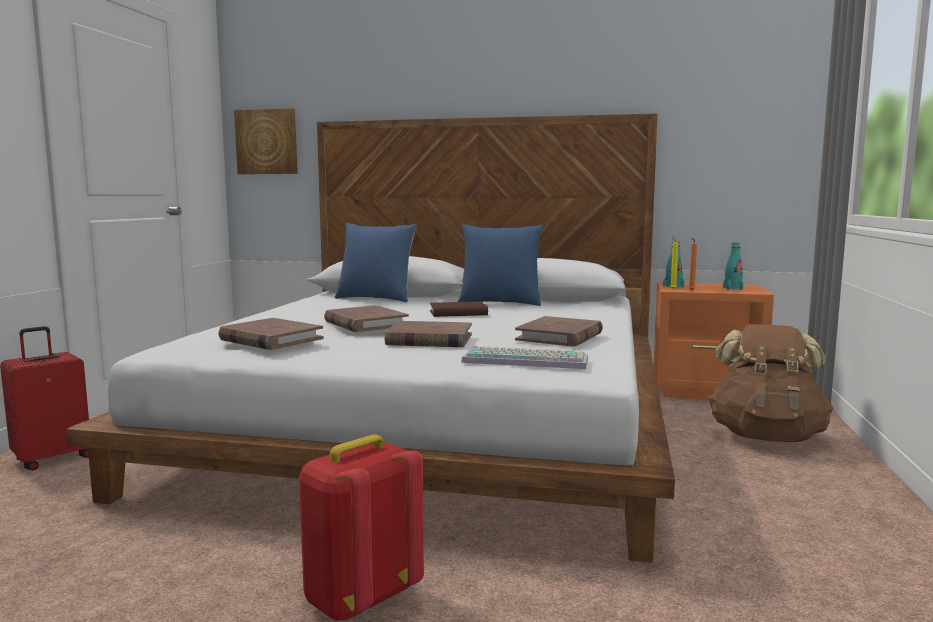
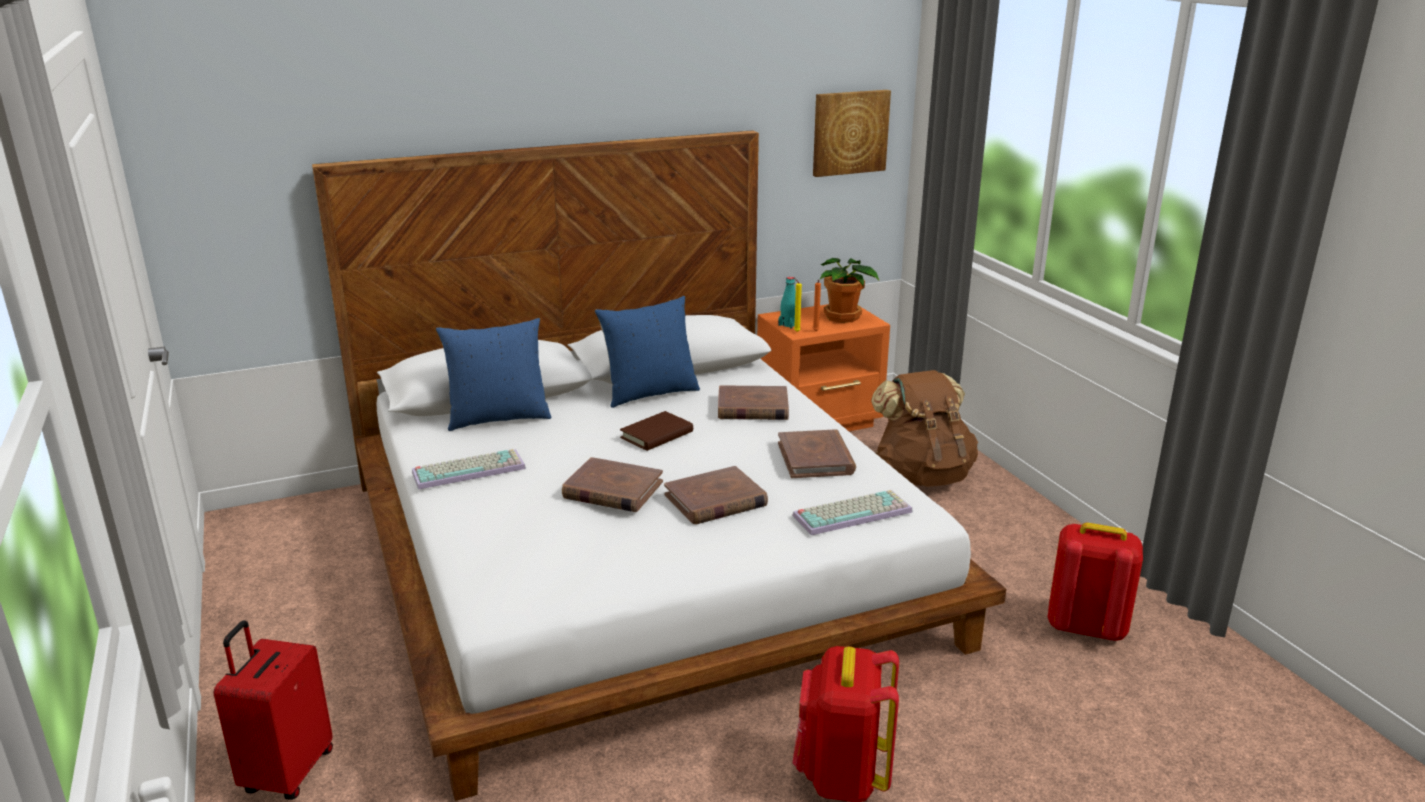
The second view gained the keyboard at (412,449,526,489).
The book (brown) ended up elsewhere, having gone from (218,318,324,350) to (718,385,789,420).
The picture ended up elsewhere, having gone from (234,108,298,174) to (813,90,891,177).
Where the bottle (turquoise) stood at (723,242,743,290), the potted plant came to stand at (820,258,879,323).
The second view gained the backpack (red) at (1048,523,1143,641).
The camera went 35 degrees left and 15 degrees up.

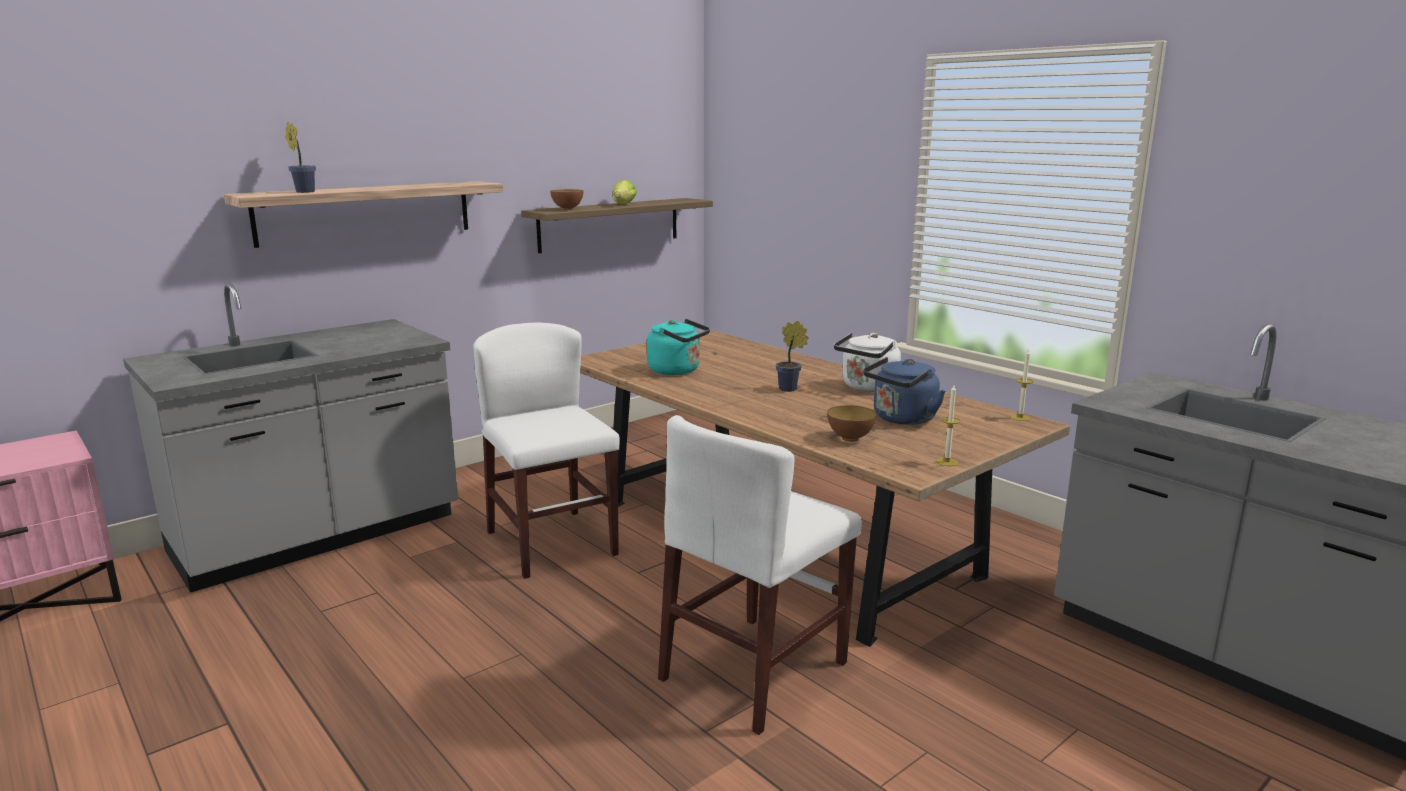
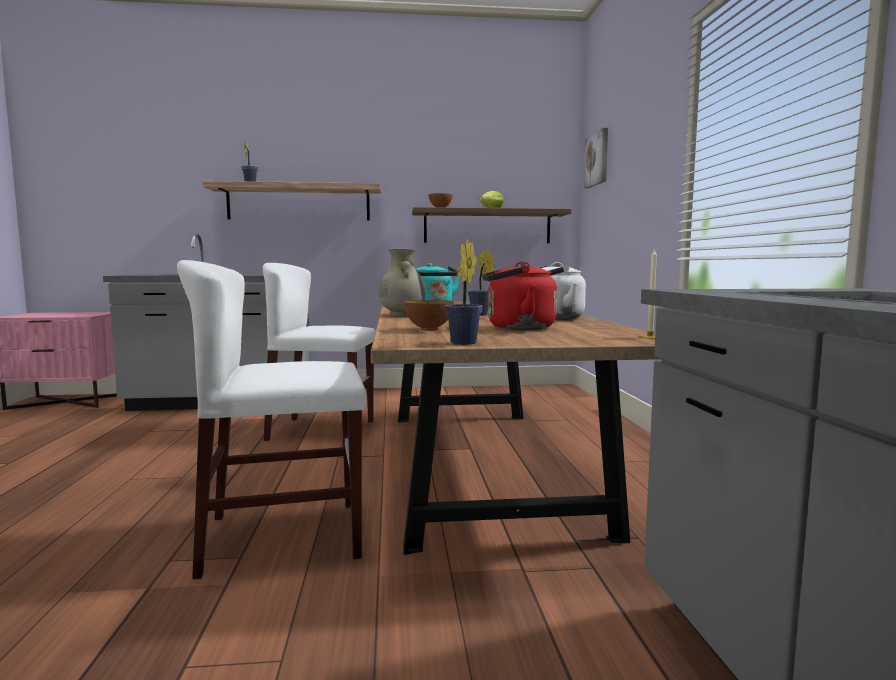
The chair (white) at (474,322,620,579) ended up facing another way, 90 degrees counterclockwise from before.
The second view gained the vase (beige) at (379,249,426,317).
Where the candle stood at (936,385,961,466), the potted plant came to stand at (445,239,483,345).
What was the kettle (blue) at (863,357,946,425) turned into the kettle (red) at (482,261,557,330).
The second view gained the picture at (584,128,608,188).
The camera went 35 degrees right and 10 degrees down.

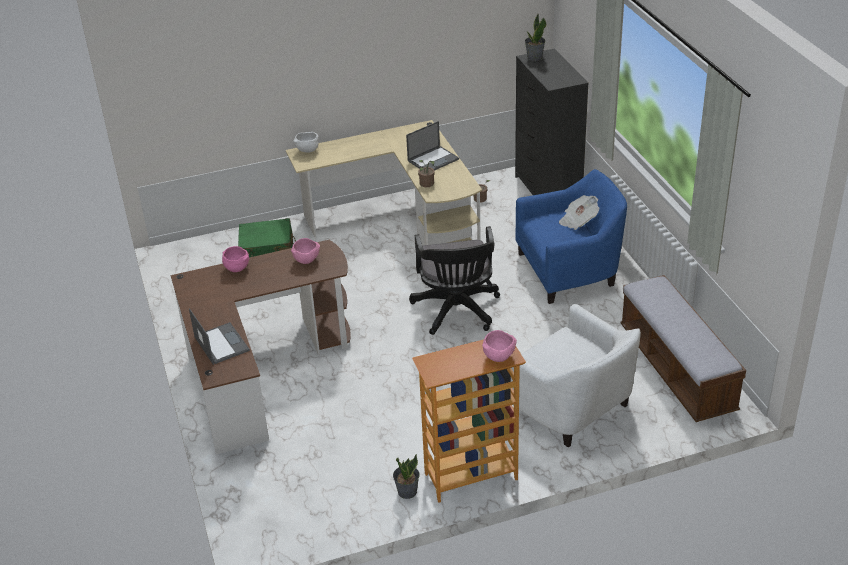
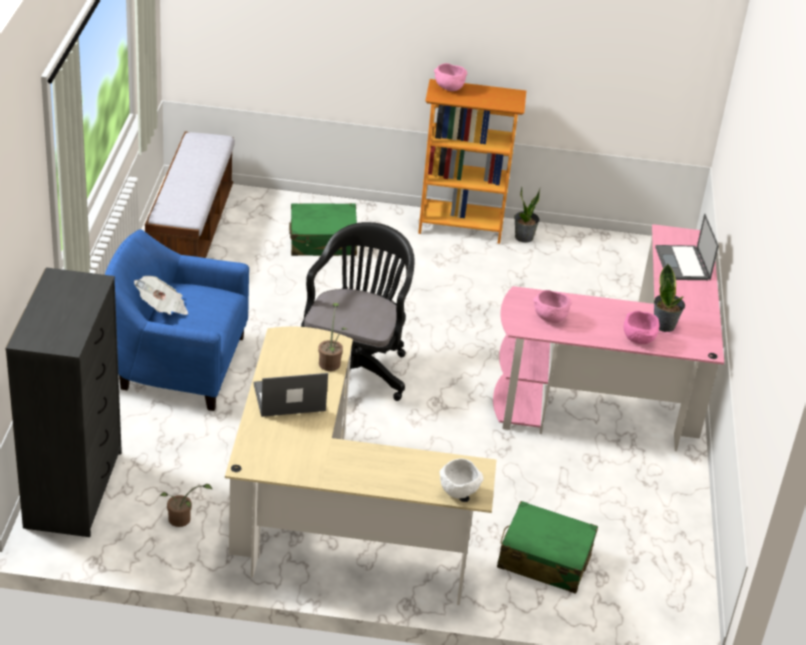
Where the armchair (white) stood at (511,304,641,447), the suitcase (green) came to stand at (289,203,357,256).
What was the desk (brown) at (171,240,351,455) turned into the desk (pink) at (493,224,724,451).
The potted plant ended up elsewhere, having gone from (525,14,546,61) to (654,264,685,332).
The camera went 160 degrees left and 0 degrees up.

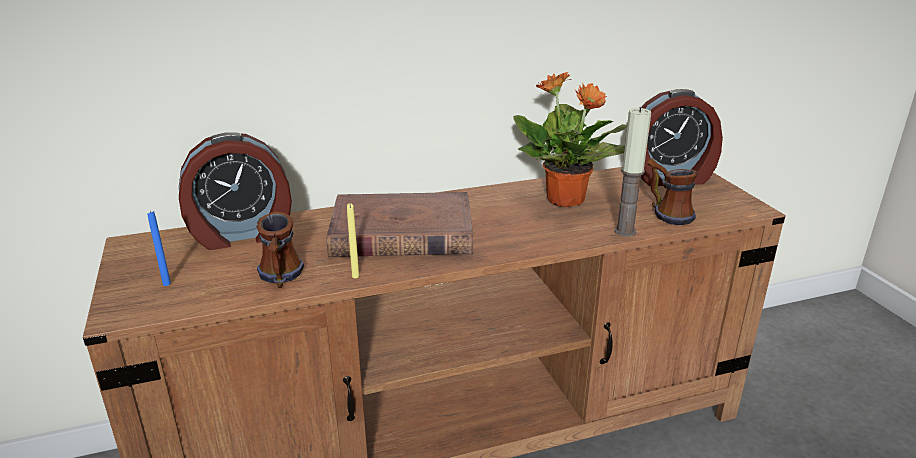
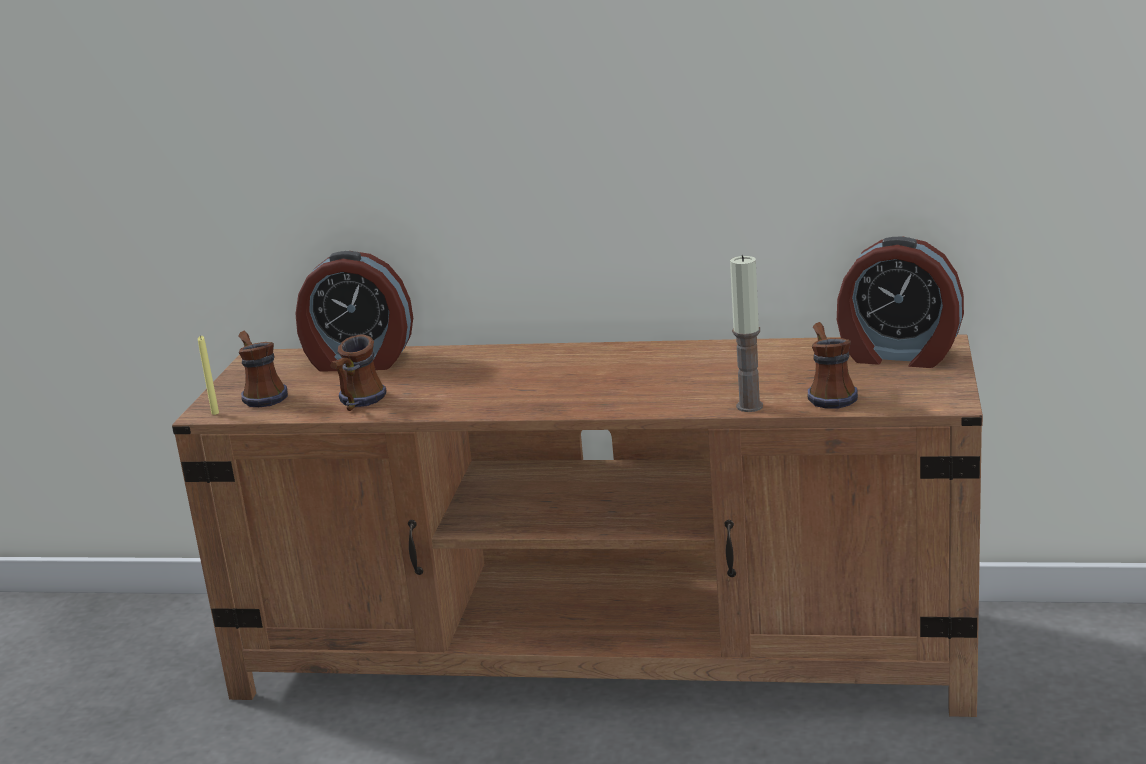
The candle (yellow) ended up elsewhere, having gone from (347,203,359,278) to (198,335,219,415).
Where the candle (blue) stood at (147,211,171,286), the mug came to stand at (238,331,288,407).
The second view lost the book (brown) at (327,192,473,257).
The second view lost the potted plant at (513,72,627,208).
The camera went 30 degrees right and 5 degrees down.

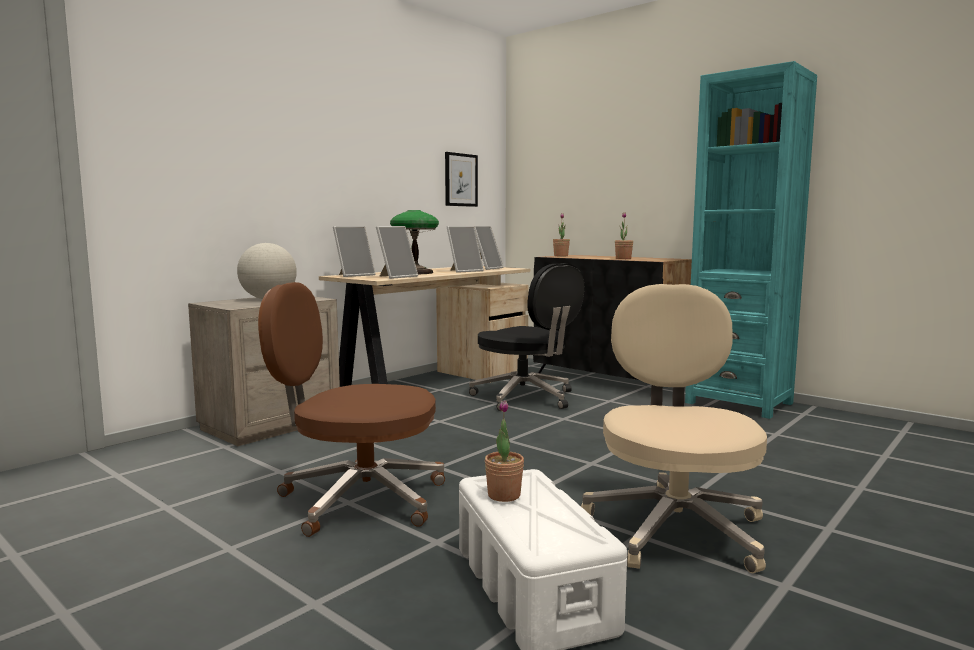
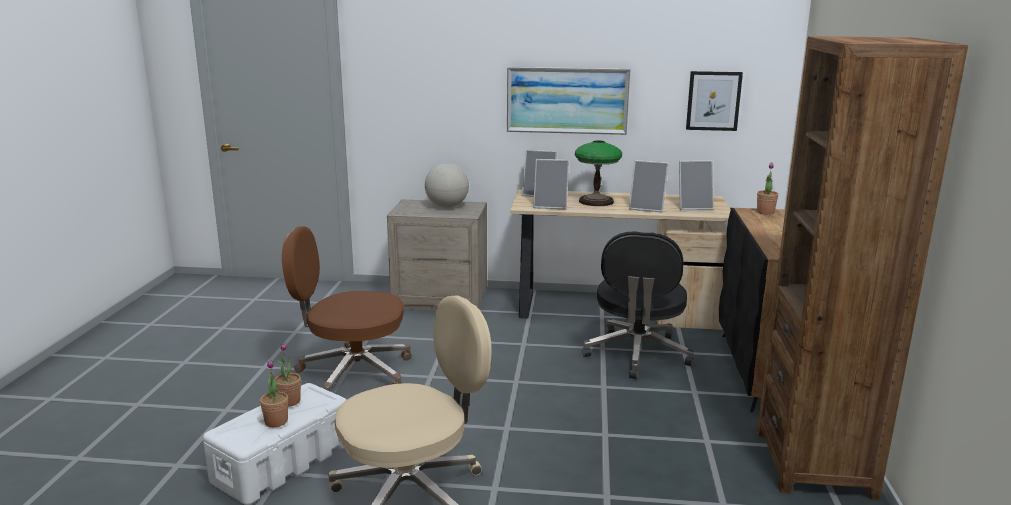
The potted plant ended up elsewhere, having gone from (615,212,633,259) to (260,360,288,427).
The office chair (brown) at (258,282,445,537) ended up facing another way, 60 degrees counterclockwise from before.
The second view gained the picture at (507,67,630,135).
What was the bookcase (turquoise) at (685,61,817,419) turned into the bookcase (brown) at (757,36,968,500).
The camera went 55 degrees right and 10 degrees up.

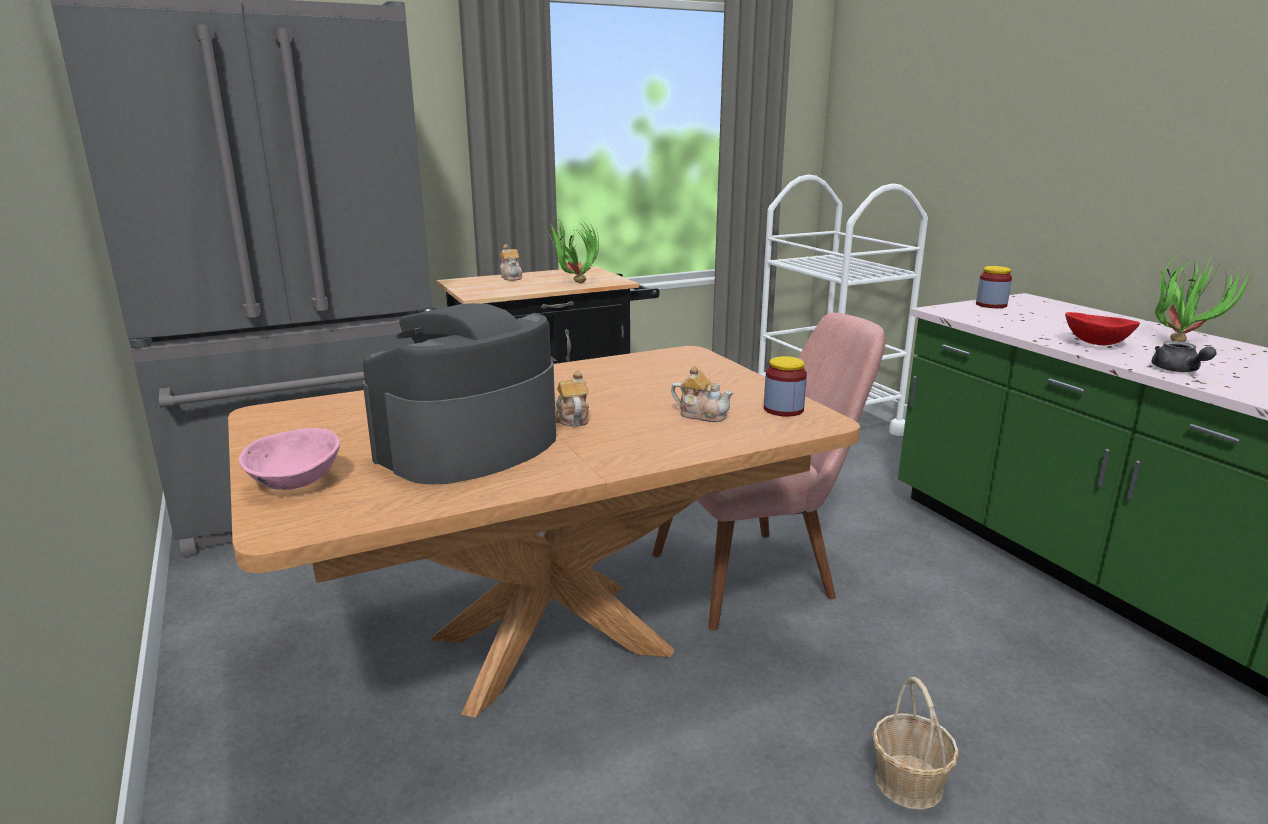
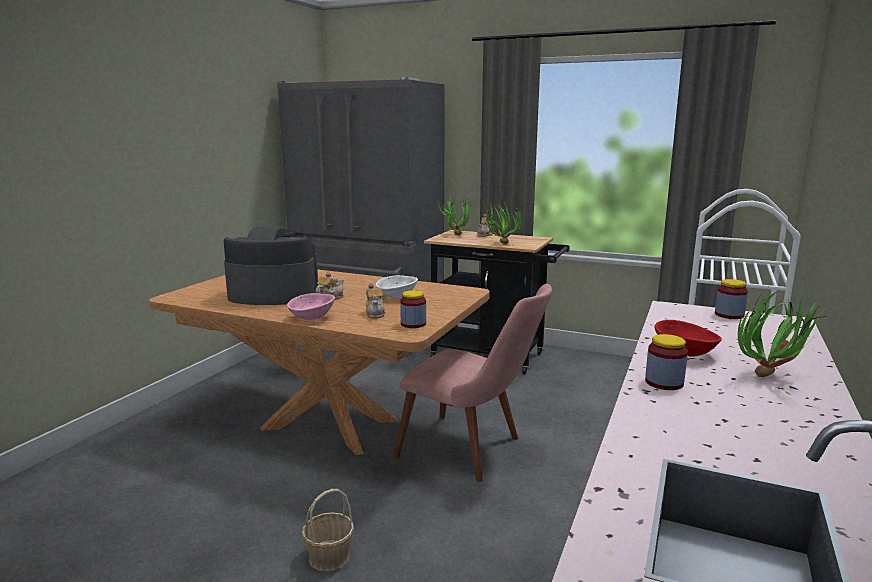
The bowl (pink) ended up elsewhere, having gone from (238,428,340,490) to (287,293,335,320).
The second view gained the bowl (white) at (376,275,418,298).
The second view gained the potted plant at (438,197,471,235).
Where the teapot (grey) stood at (1152,341,1217,372), the jar came to stand at (645,334,688,390).
The camera went 50 degrees right and 5 degrees down.

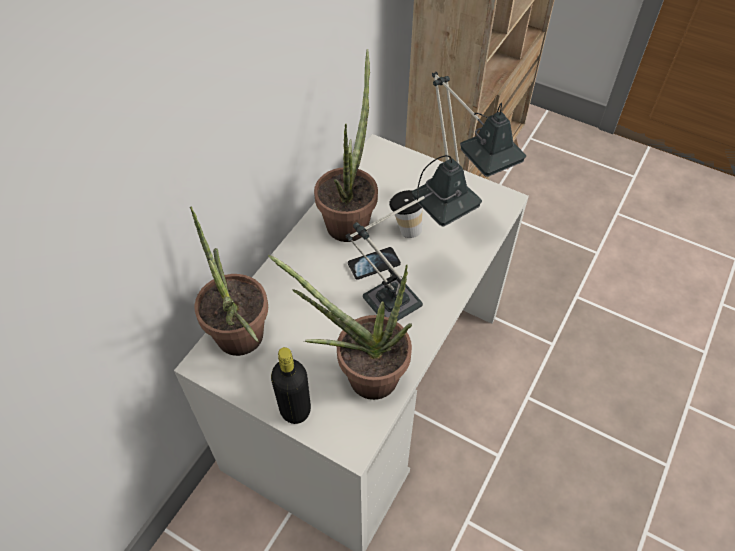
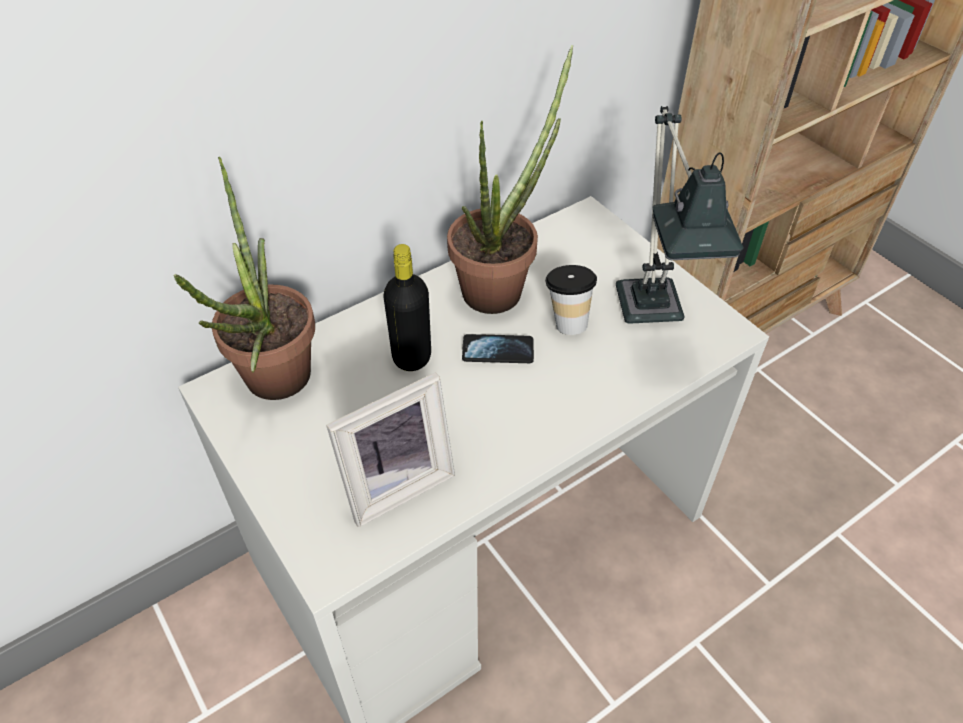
Where the potted plant stood at (268,254,412,400), the picture frame came to stand at (326,372,455,527).
The bottle (black) ended up elsewhere, having gone from (271,347,311,424) to (383,244,431,371).
The second view lost the table lamp at (346,155,482,321).
The camera went 25 degrees right and 5 degrees down.

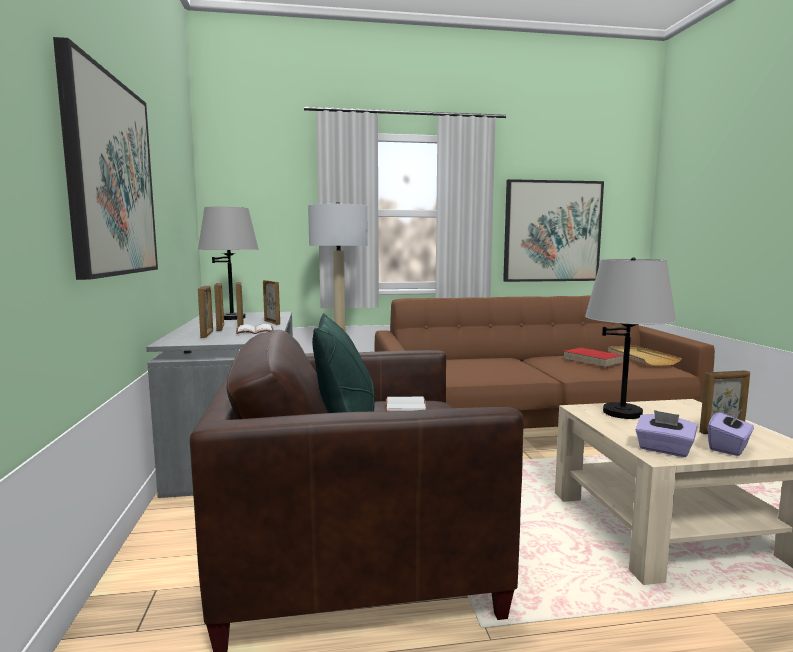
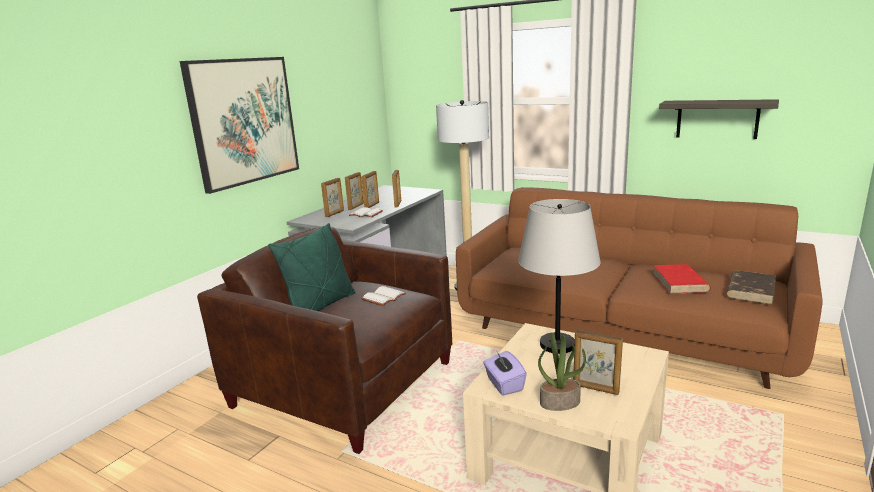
Where the tissue box (purple) stood at (708,409,754,456), the potted plant came to stand at (538,332,586,411).
Where the picture hung at (503,179,604,282), the shelf came to hang at (659,99,779,139).
Where the tray (beige) stood at (608,346,682,366), the book (brown) came to stand at (726,270,776,305).
The second view lost the table lamp (grey) at (198,206,259,320).
The camera went 40 degrees right and 10 degrees up.

